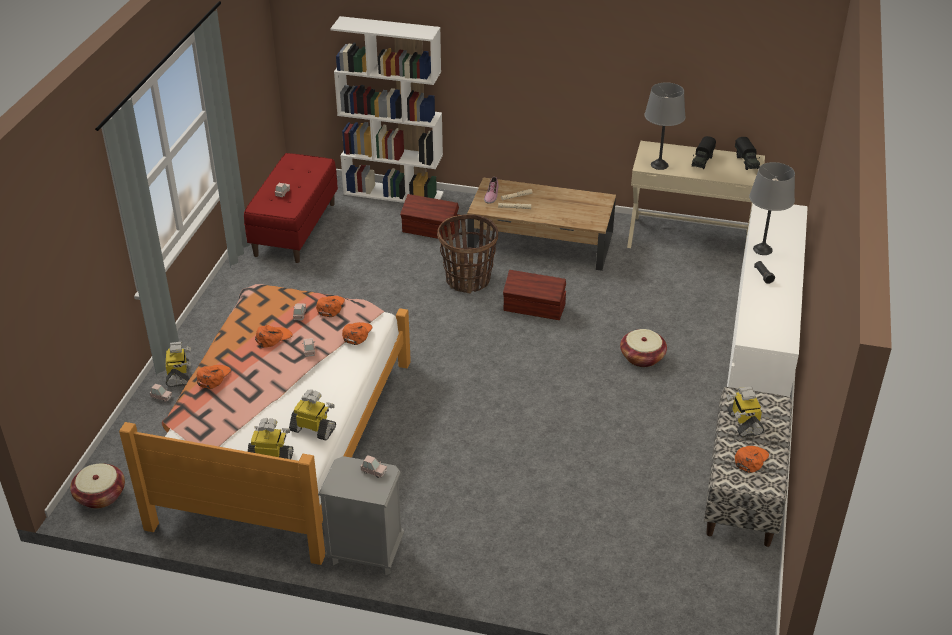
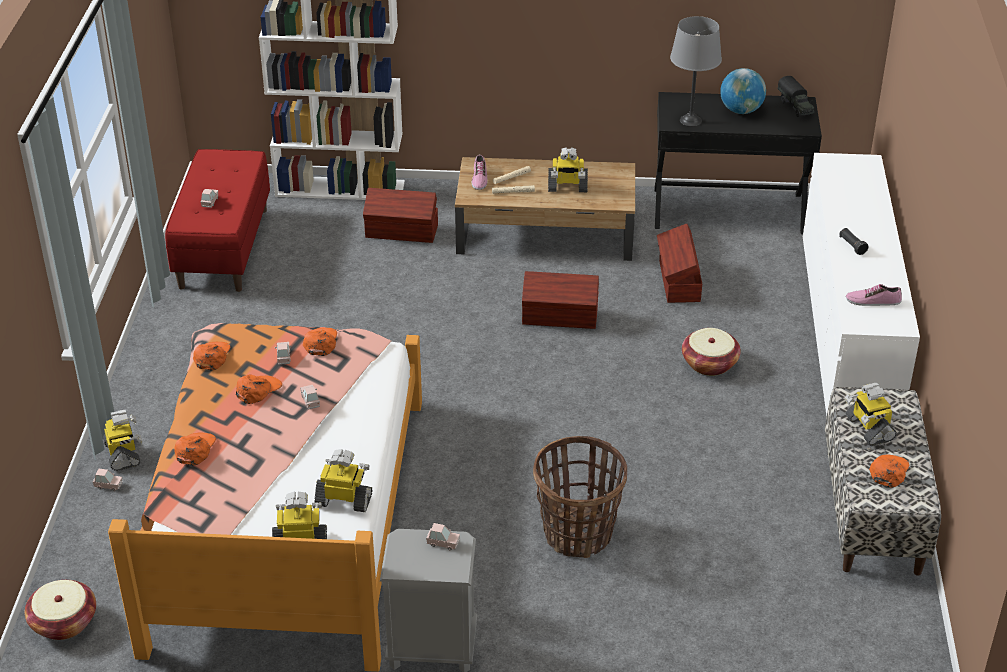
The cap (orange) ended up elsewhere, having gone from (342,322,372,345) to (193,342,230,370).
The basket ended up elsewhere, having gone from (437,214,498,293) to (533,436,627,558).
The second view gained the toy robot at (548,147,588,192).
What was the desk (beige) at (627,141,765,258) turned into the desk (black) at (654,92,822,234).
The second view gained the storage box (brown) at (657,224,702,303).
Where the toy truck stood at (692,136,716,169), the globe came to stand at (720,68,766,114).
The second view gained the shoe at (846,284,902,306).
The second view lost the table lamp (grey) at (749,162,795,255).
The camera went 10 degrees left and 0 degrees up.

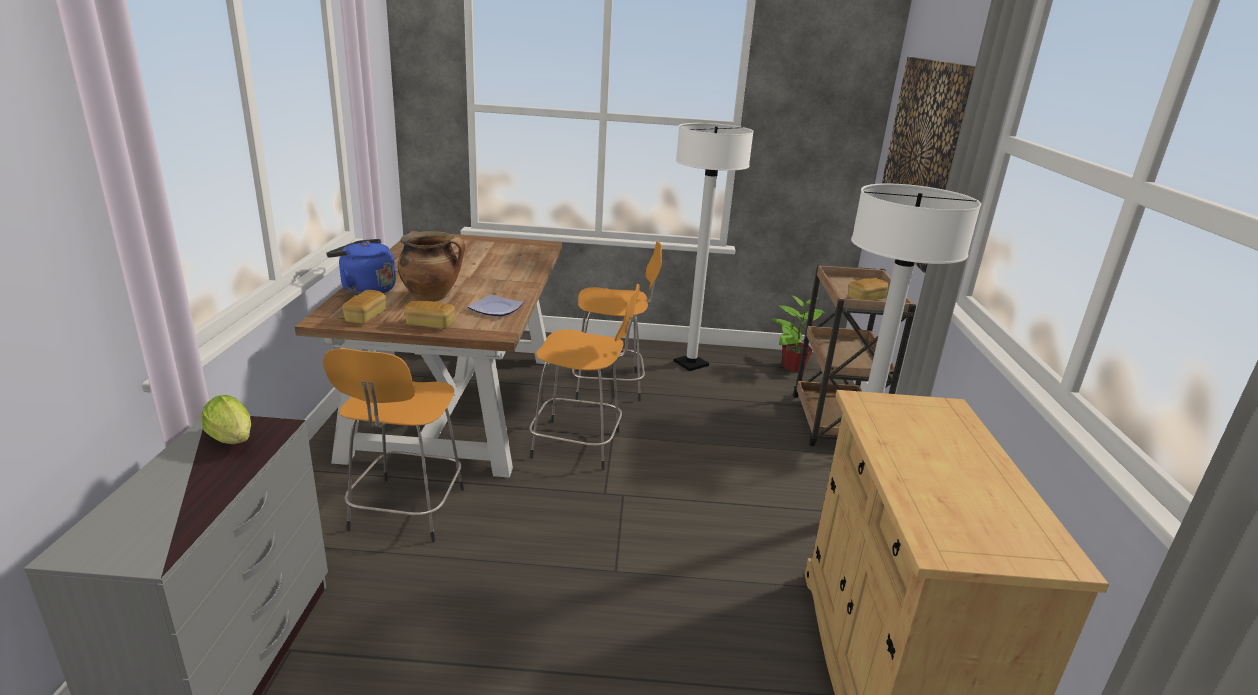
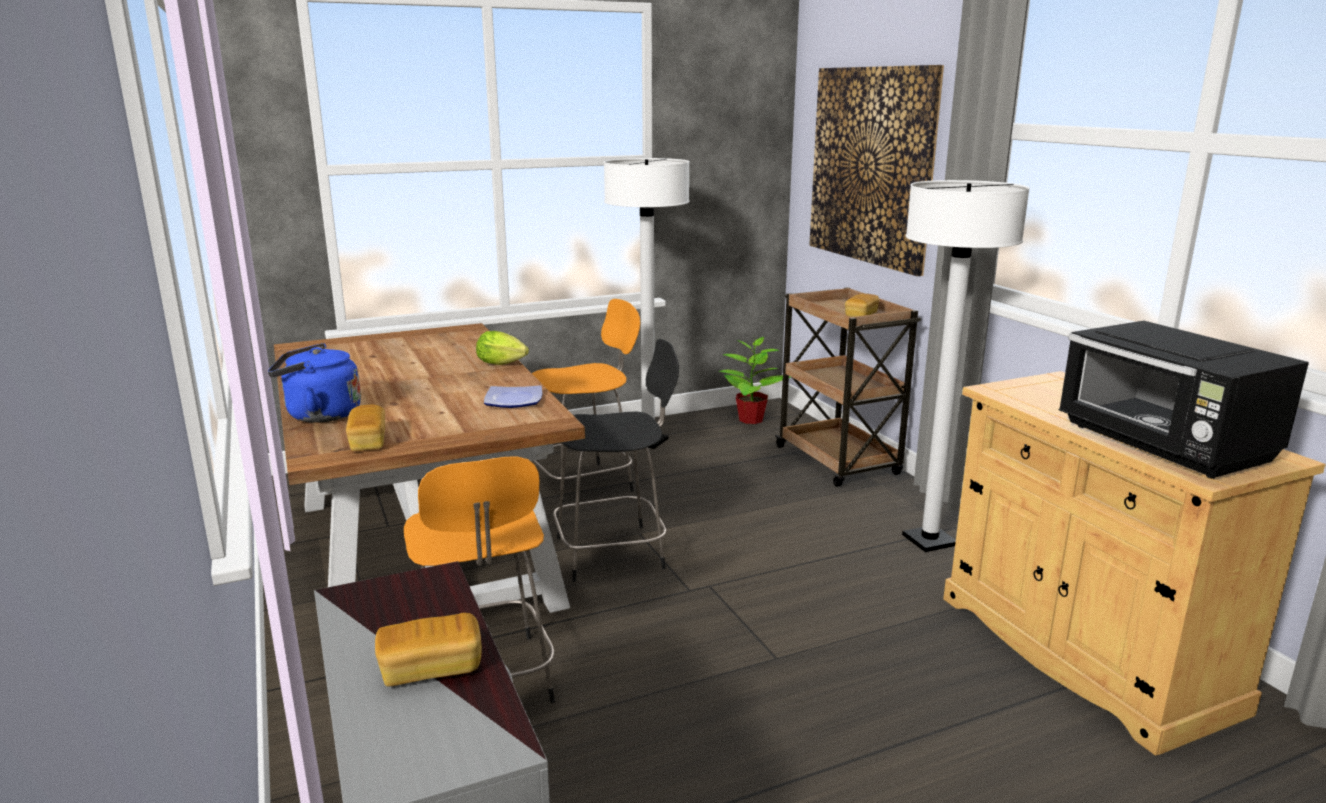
The bread ended up elsewhere, having gone from (404,301,455,329) to (375,613,482,686).
The lettuce ended up elsewhere, having gone from (201,395,251,444) to (476,331,529,365).
What was the stool (orange) at (529,284,640,470) turned into the stool (black) at (553,339,679,582).
The second view gained the microwave (black) at (1059,321,1309,479).
The second view lost the cooking pot at (398,231,465,302).
The camera went 25 degrees left and 5 degrees down.

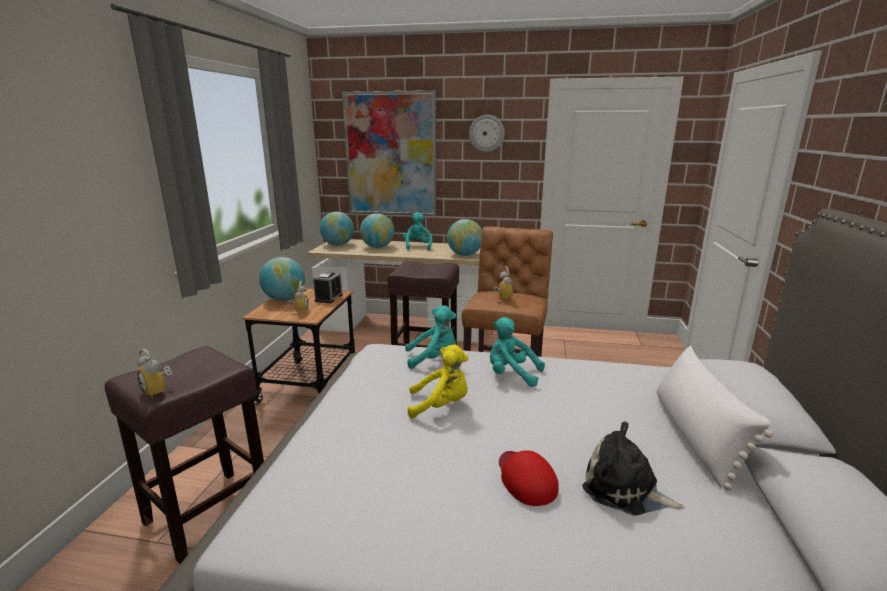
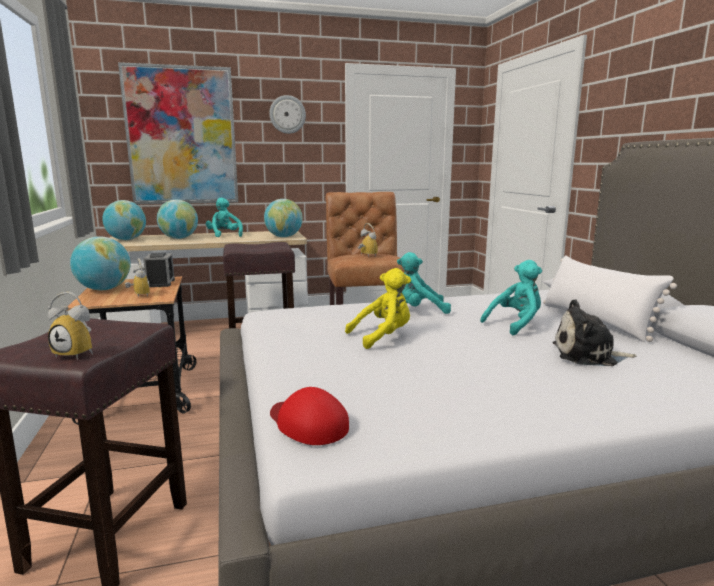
The cap (red) ended up elsewhere, having gone from (499,450,559,506) to (270,387,349,445).
The plush toy (turquoise) ended up elsewhere, having gone from (405,305,456,369) to (480,260,542,335).
The camera went 25 degrees left and 5 degrees down.

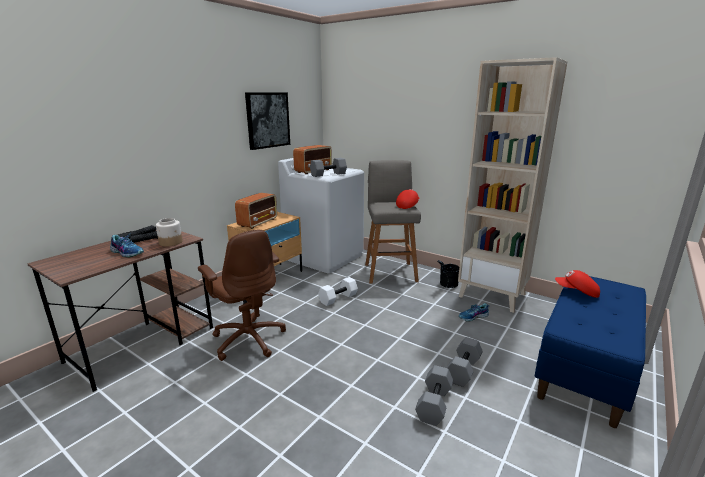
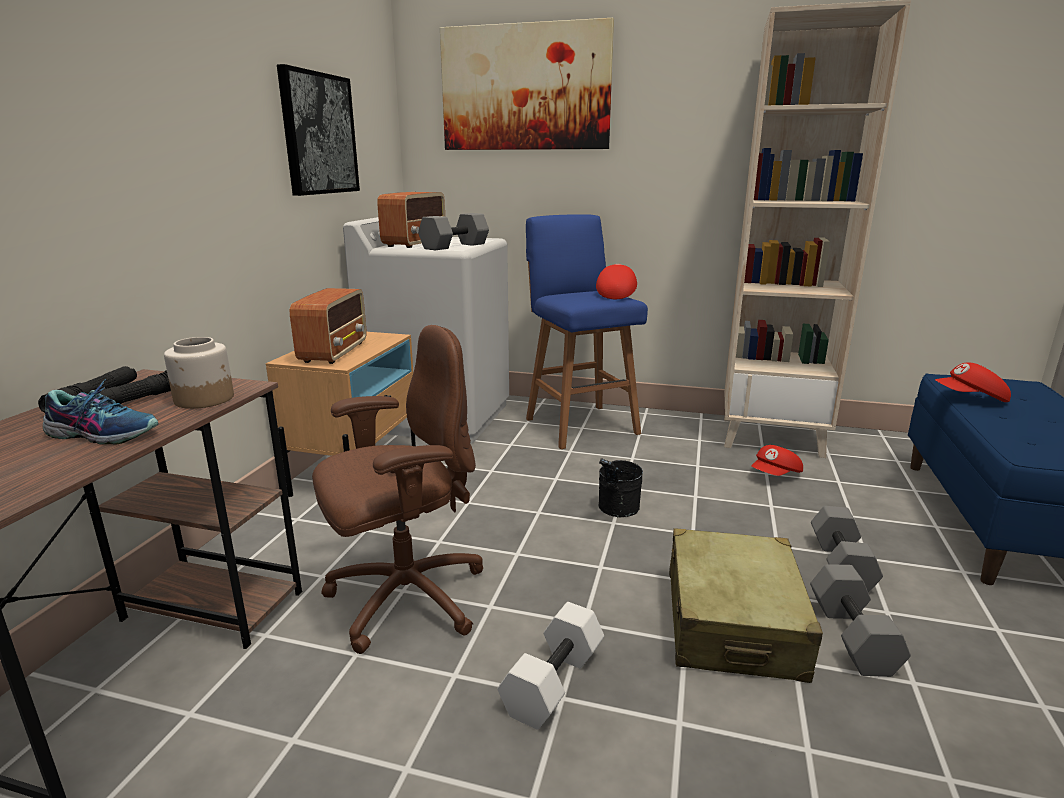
The office chair (brown) at (198,230,286,361) ended up facing another way, 60 degrees counterclockwise from before.
The second view gained the picture at (440,18,614,150).
The dumbbell (white) ended up elsewhere, having gone from (318,277,358,306) to (497,602,604,729).
What was the stool (grey) at (365,160,421,284) turned into the stool (blue) at (526,214,648,449).
The bucket (black) ended up elsewhere, having gone from (437,260,459,288) to (599,458,643,517).
The second view gained the suitcase (beige) at (669,529,823,683).
Where the shoe stood at (459,303,489,322), the cap (red) came to stand at (751,445,803,476).
The camera went 20 degrees left and 0 degrees up.

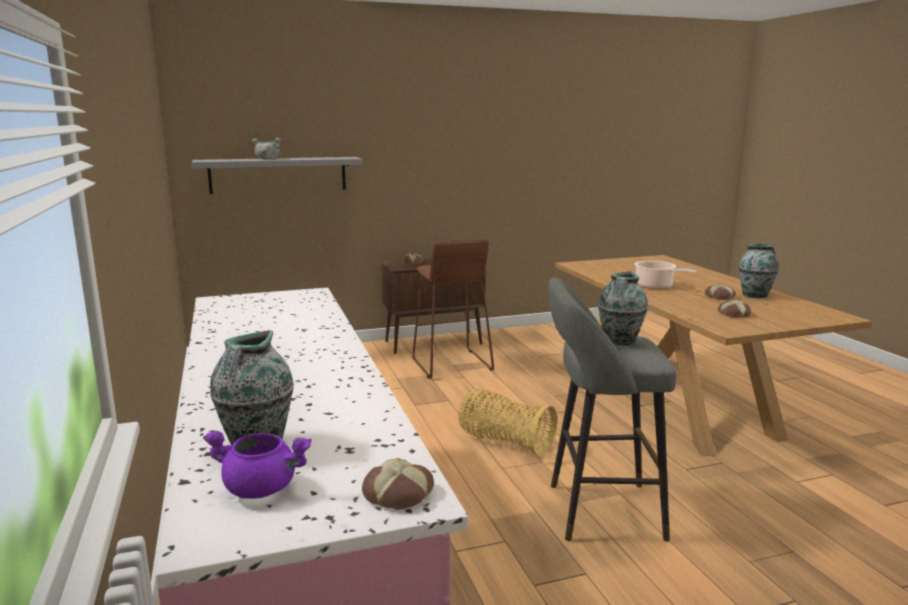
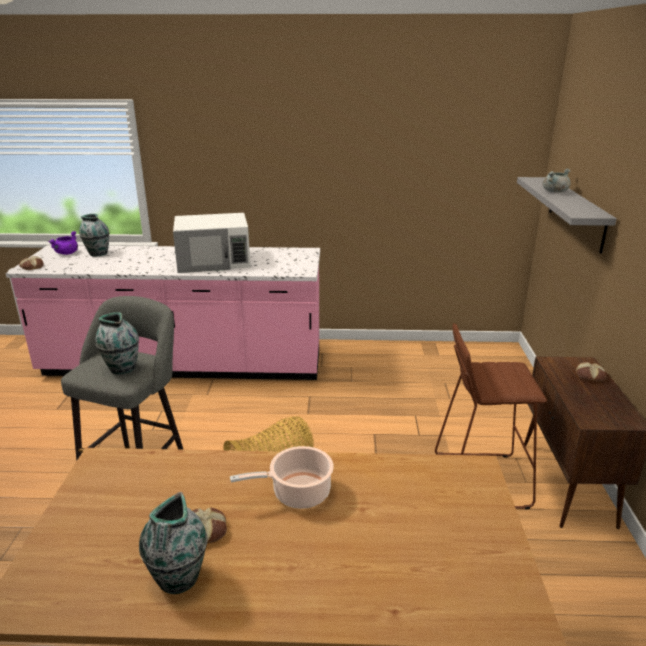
The second view gained the microwave (white) at (173,213,250,273).
The second view lost the bread at (718,300,751,317).
The camera went 110 degrees right and 10 degrees up.

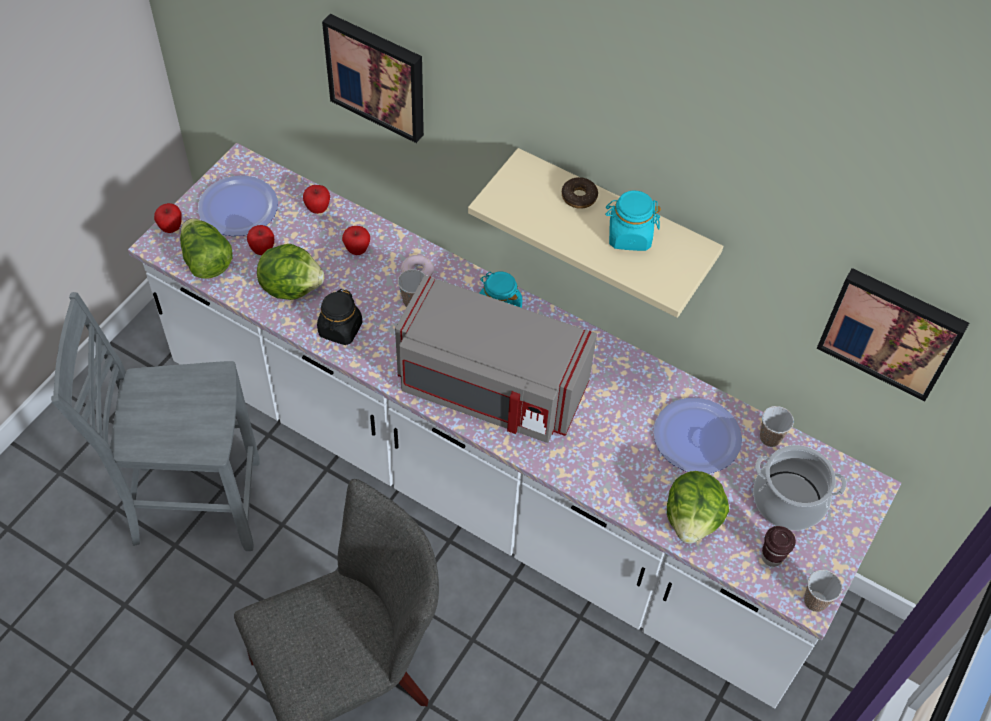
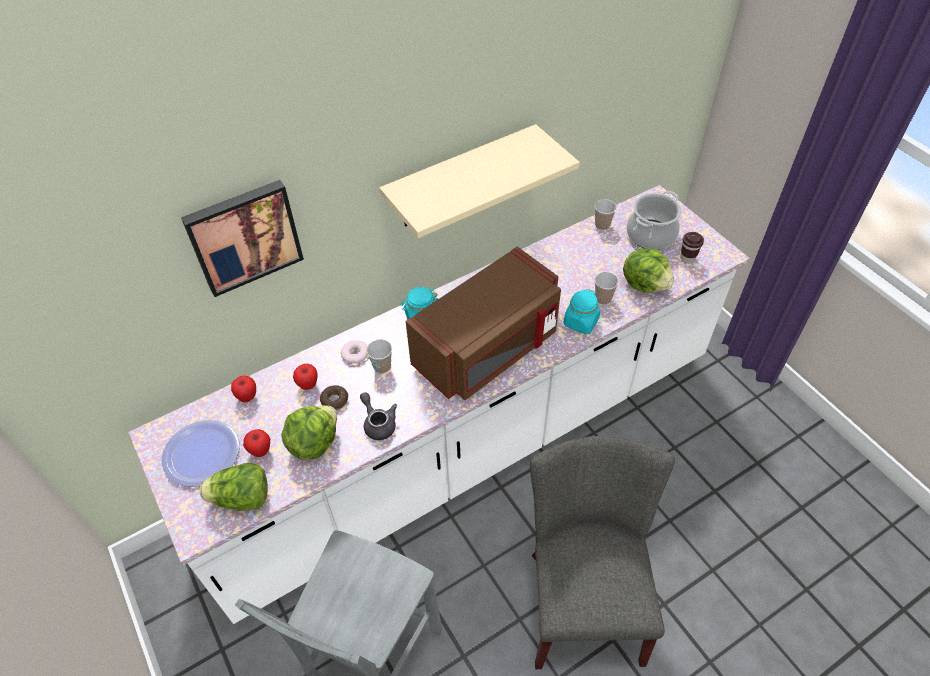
The donut ended up elsewhere, having gone from (562,177,598,209) to (320,385,348,410).
Where the jar (black) stood at (317,289,362,345), the teapot (grey) came to stand at (360,392,397,440).
What was the microwave (grey) at (395,275,597,443) turned into the microwave (brown) at (406,247,561,400).
The jar (turquoise) ended up elsewhere, having gone from (605,190,661,251) to (564,289,600,334).
The cup ended up elsewhere, having gone from (804,570,842,612) to (595,272,619,305).
The second view lost the apple at (154,203,182,233).
The second view lost the plate at (653,398,742,474).
The second view lost the picture at (817,268,969,401).
The camera went 60 degrees left and 5 degrees down.

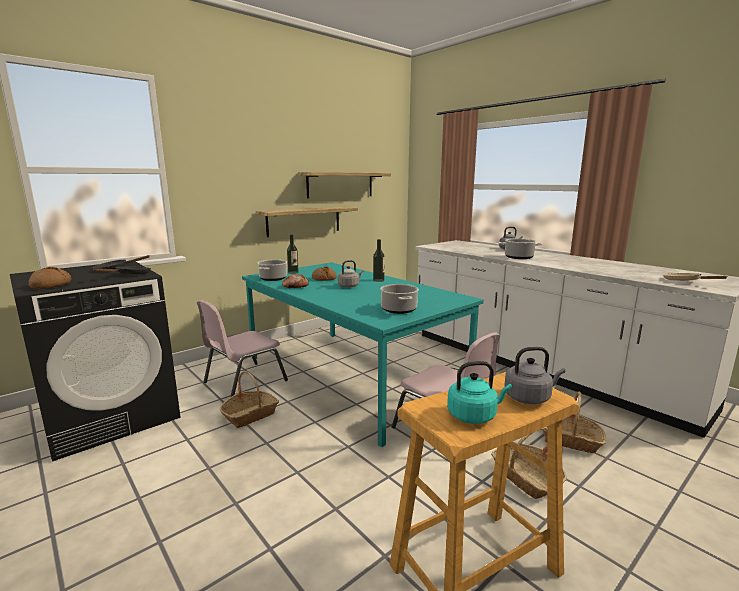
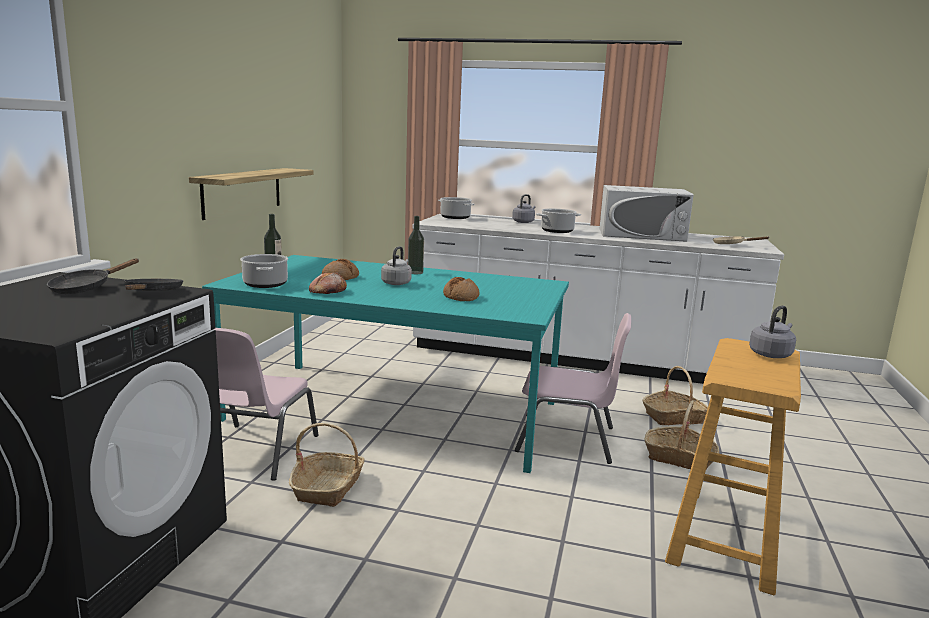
The cooking pot ended up elsewhere, having gone from (380,284,419,314) to (438,197,474,219).
The bread ended up elsewhere, having gone from (29,267,71,289) to (443,277,479,301).
The second view gained the microwave (white) at (599,185,694,242).
The second view lost the shelf at (298,172,391,198).
The second view lost the kettle (turquoise) at (447,361,512,424).
The camera went 35 degrees left and 0 degrees up.

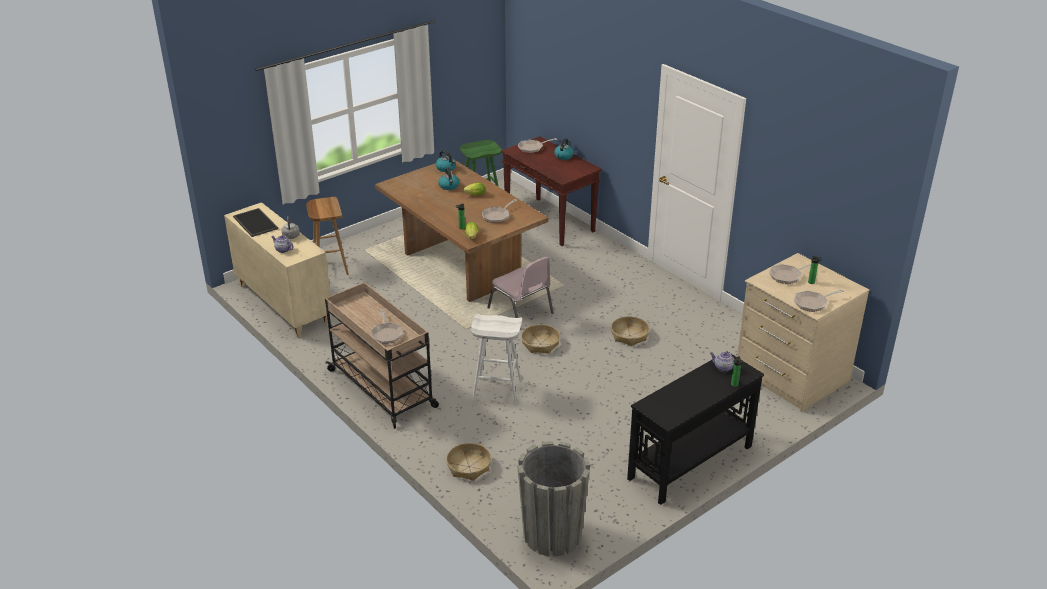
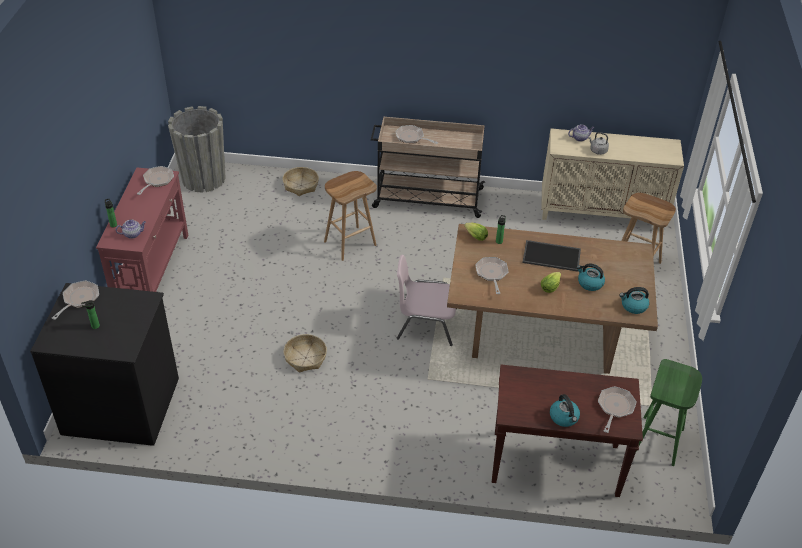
What was the dresser (beige) at (737,253,869,412) turned into the dresser (black) at (30,283,179,446).
What was the console table (black) at (627,351,764,505) turned into the console table (red) at (96,168,188,292).
The frying pan ended up elsewhere, having gone from (769,264,811,284) to (137,166,174,195).
What was the stool (white) at (471,314,522,404) turned into the stool (brown) at (324,171,377,261).
The tray ended up elsewhere, having gone from (233,208,278,237) to (522,240,581,272).
The second view lost the basket at (521,324,560,354).
The camera went 135 degrees right and 10 degrees up.

